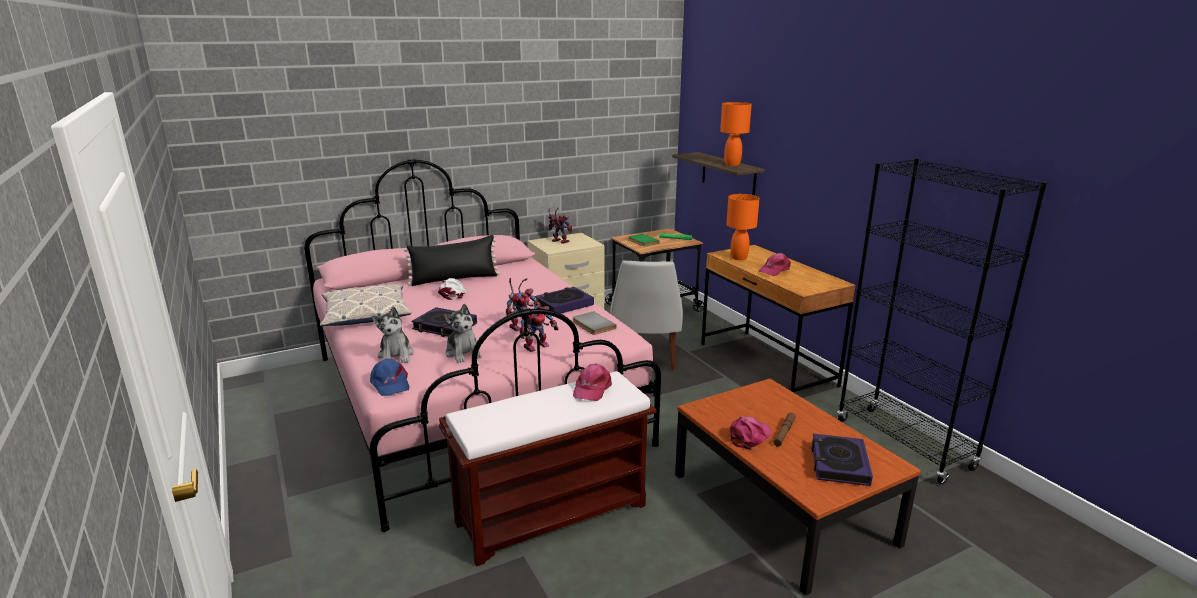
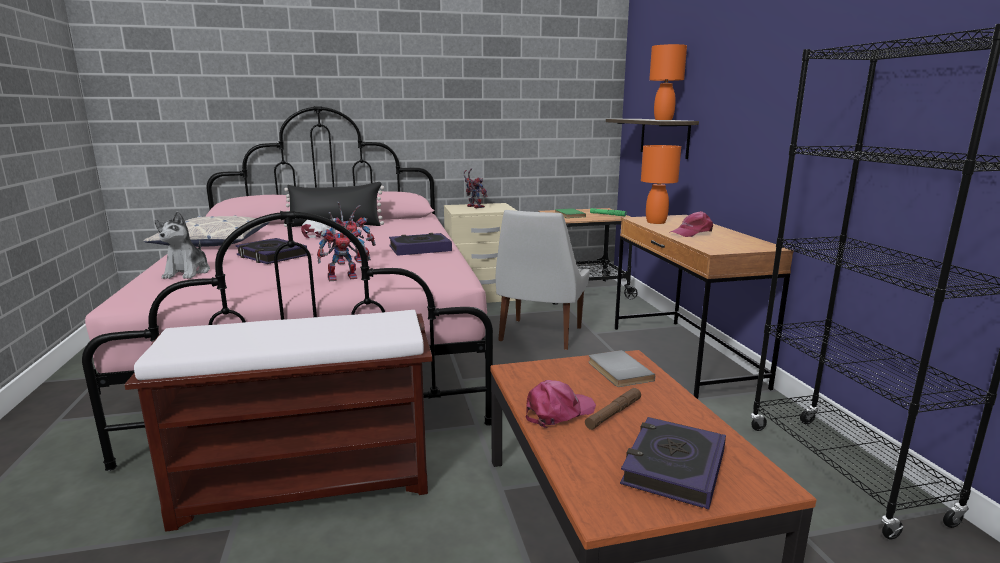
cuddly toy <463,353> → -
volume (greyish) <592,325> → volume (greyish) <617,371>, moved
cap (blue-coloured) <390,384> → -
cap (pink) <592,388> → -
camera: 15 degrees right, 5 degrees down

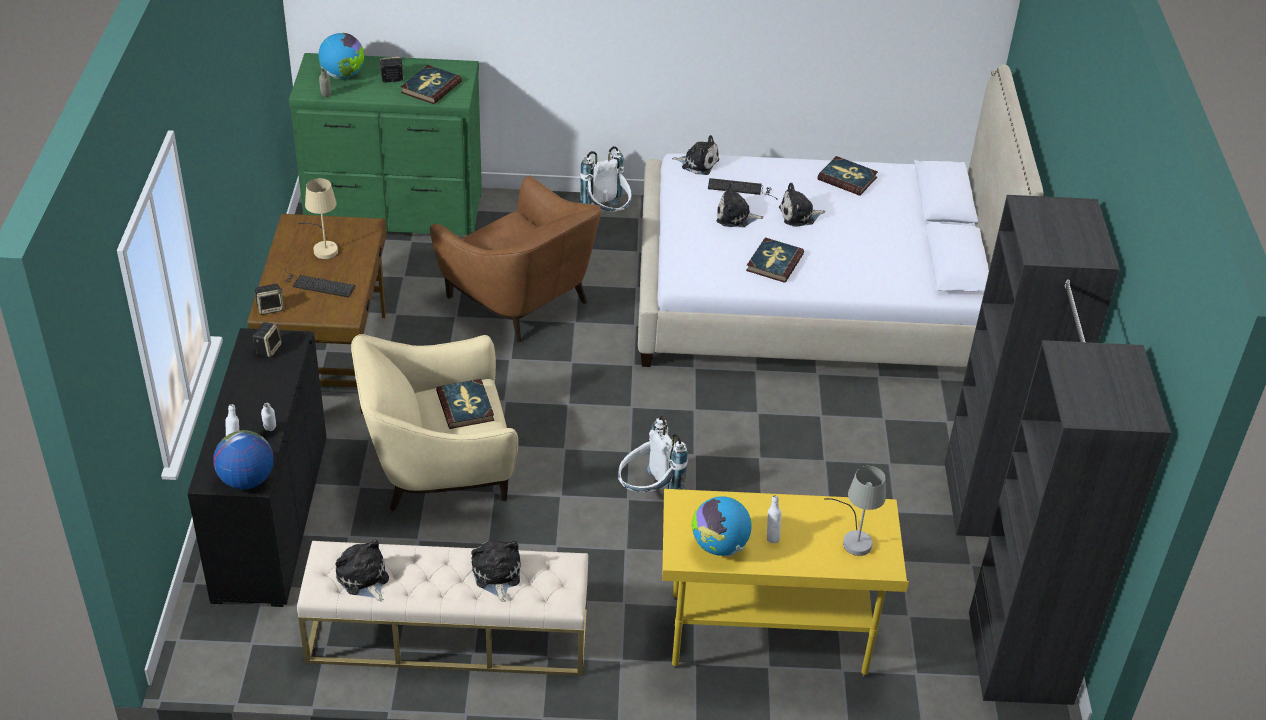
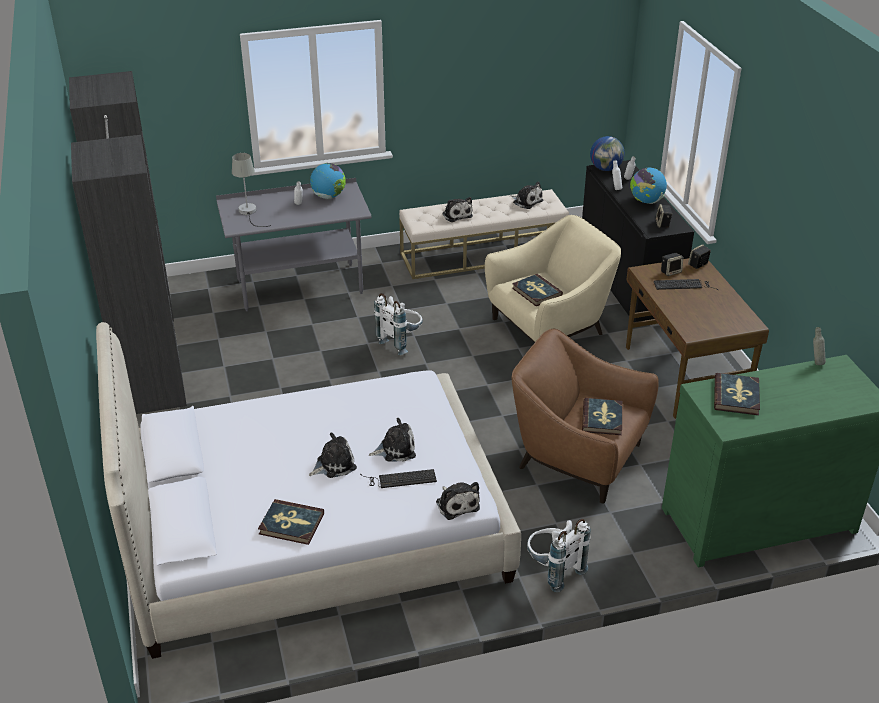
globe <343,75> → globe <646,201>, moved
audio speaker <391,79> → audio speaker <671,271>, moved
cuddly toy <698,163> → cuddly toy <457,504>, 120 degrees counterclockwise
lamp for a table (sand-coloured) <323,247> → -
volume <774,262> → volume <602,418>, moved
desk table (yellow-coloured) <767,637> → desk table (greyish) <300,287>
camera: 165 degrees right, 5 degrees down

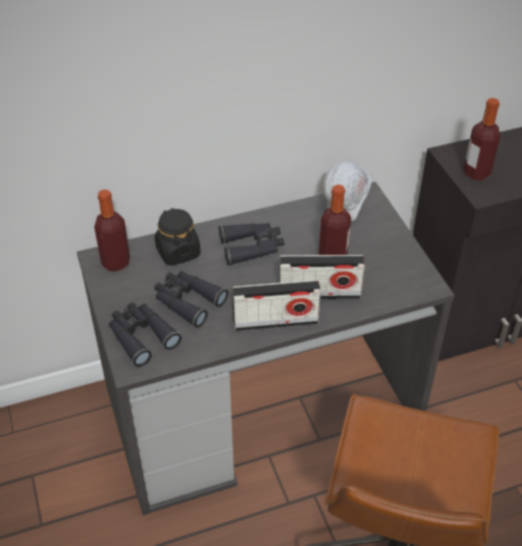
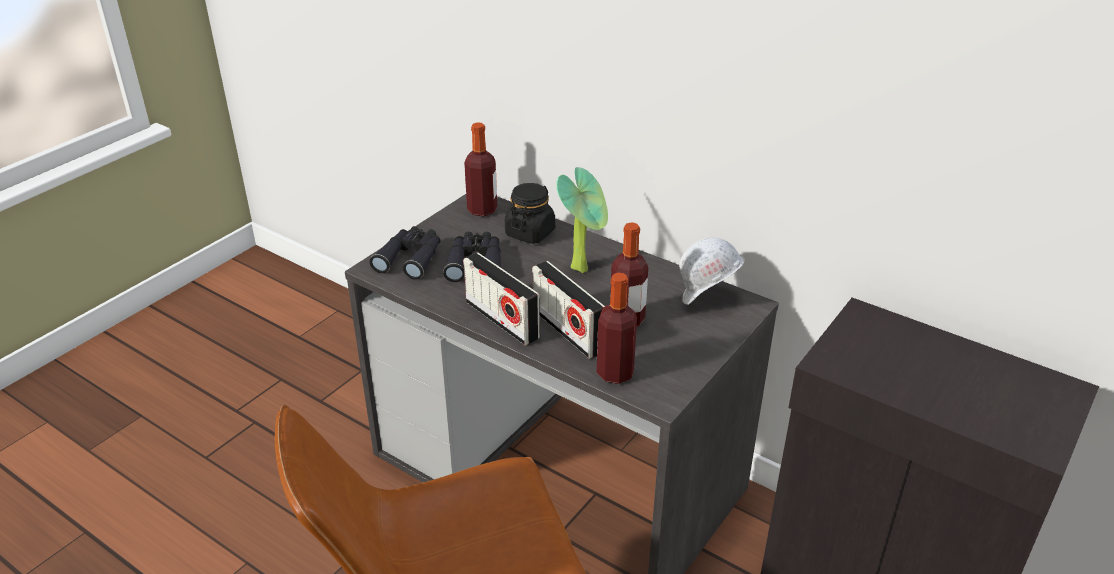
drink bottle <476,173> → drink bottle <615,373>, moved
field glasses (black) <252,247> → plant in a pot <583,268>
camera: 55 degrees right, 10 degrees down

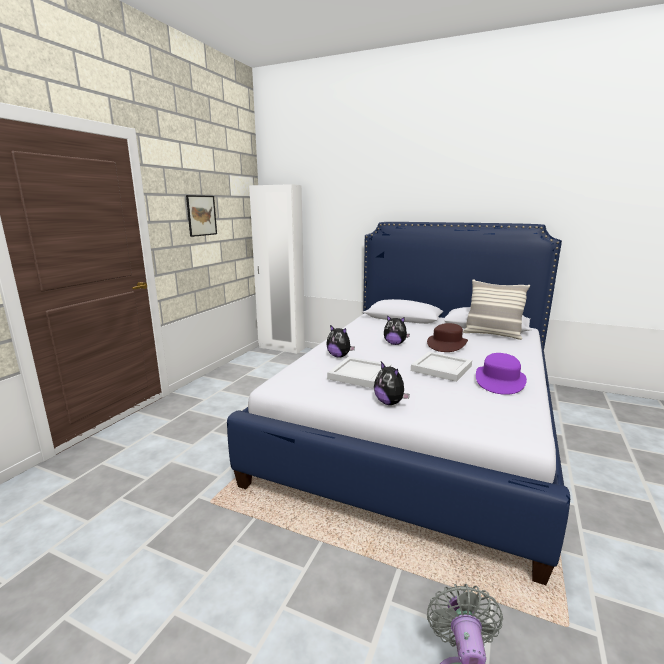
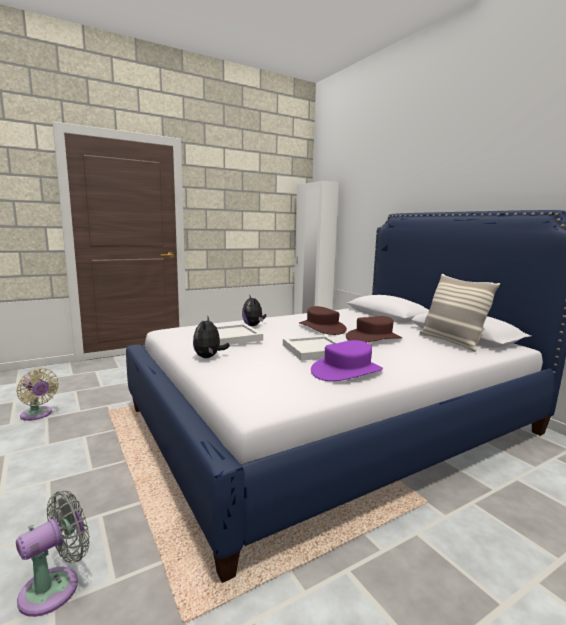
wall art <201,215> → -
cuddly toy <395,344> → clothing hat (brown) <322,328>
- → electric fan (sand-coloured) <37,415>
camera: 35 degrees right, 5 degrees down

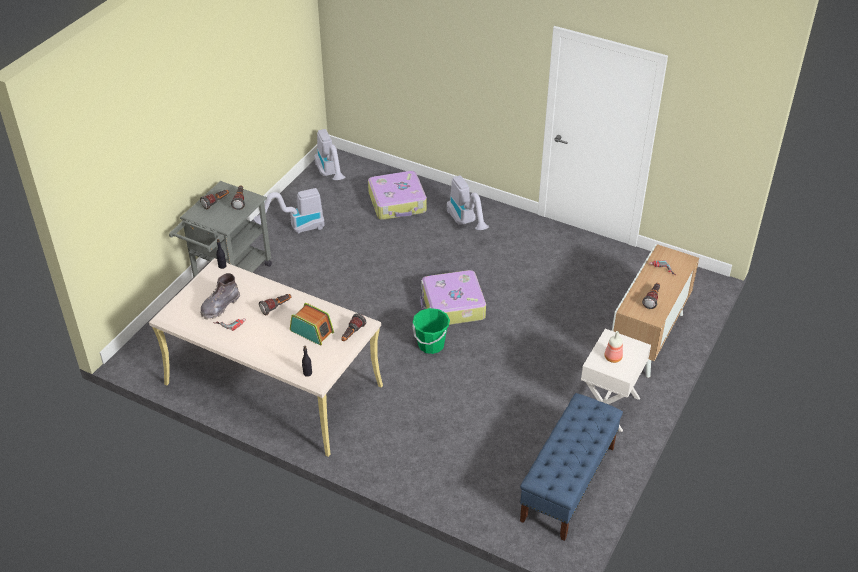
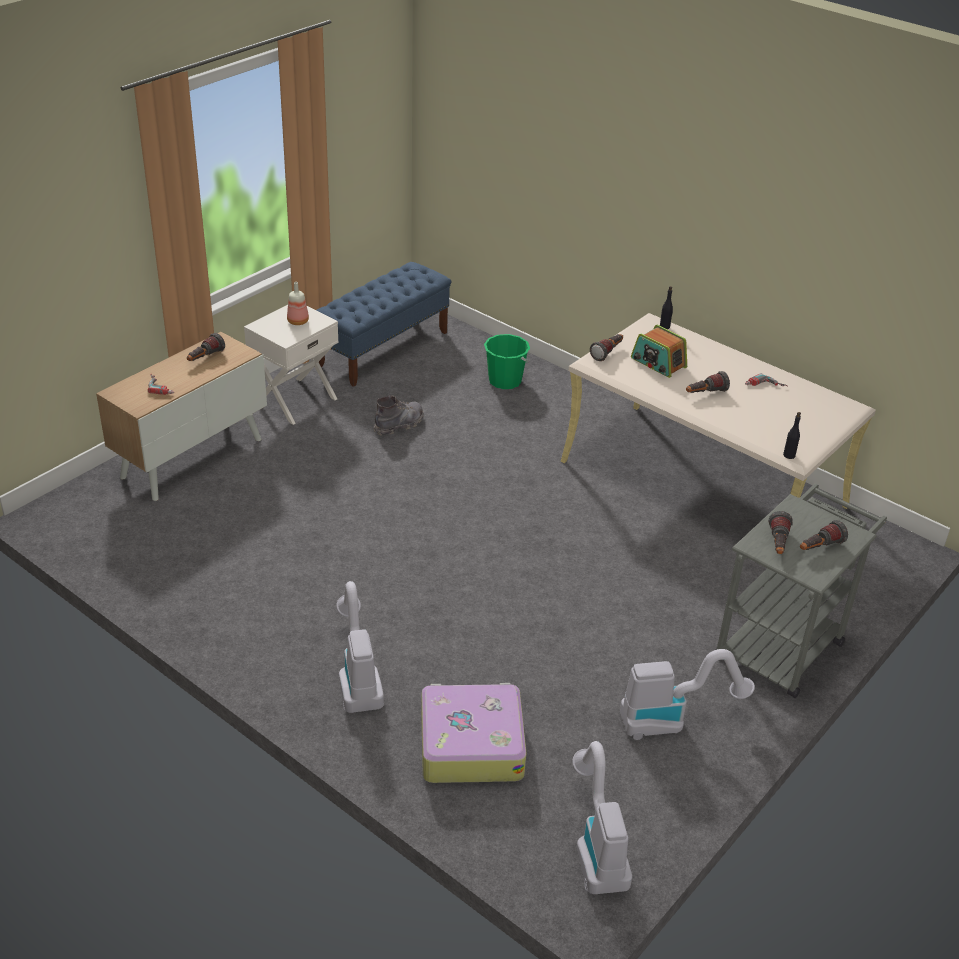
travel case <452,306> → -
boot (greyish) <220,306> → boot (greyish) <399,424>, moved
bucket (greenish) <431,345> → bucket (greenish) <505,381>, moved
camera: 170 degrees left, 5 degrees down

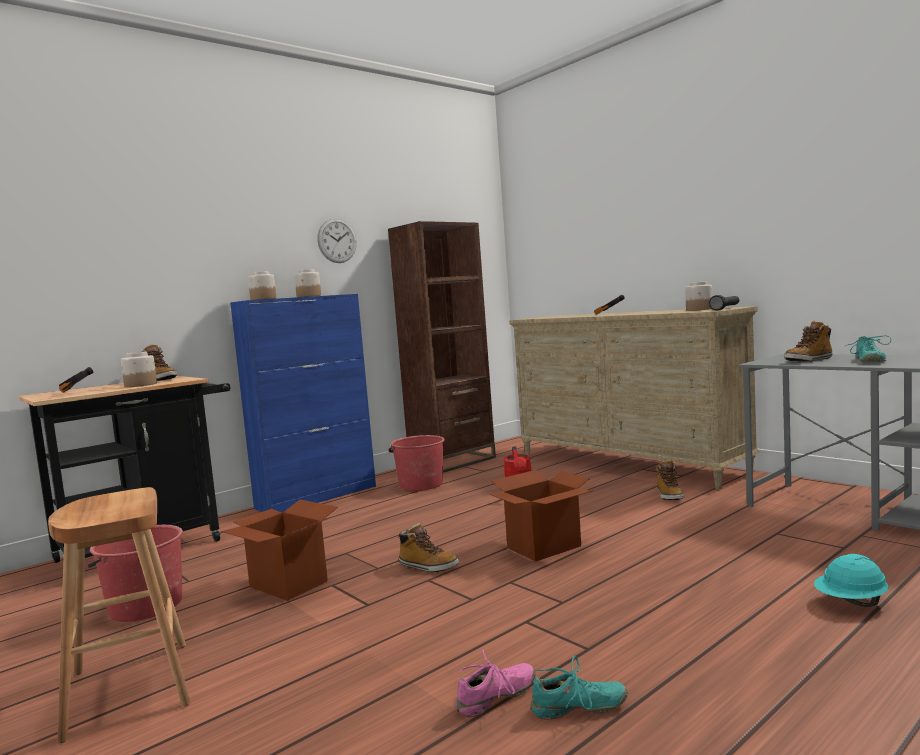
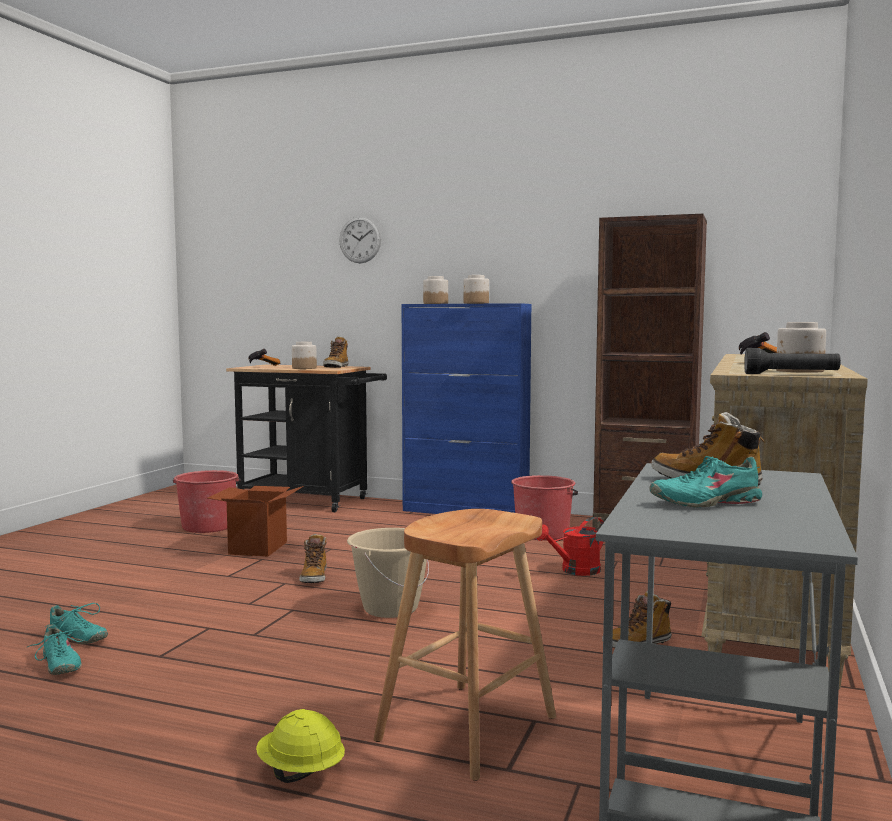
wall clock <337,240> → wall clock <360,240>, moved
packing box <543,547> → bucket (sand-coloured) <390,608>
stool seat (brown) <129,688> → stool seat (brown) <467,729>, moved
safety helmet (blue-green) <851,603> → safety helmet (yellow-coloured) <300,773>
item of footwear (pink) <496,698> → item of footwear (blue-green) <77,638>
camera: 60 degrees right, 0 degrees up

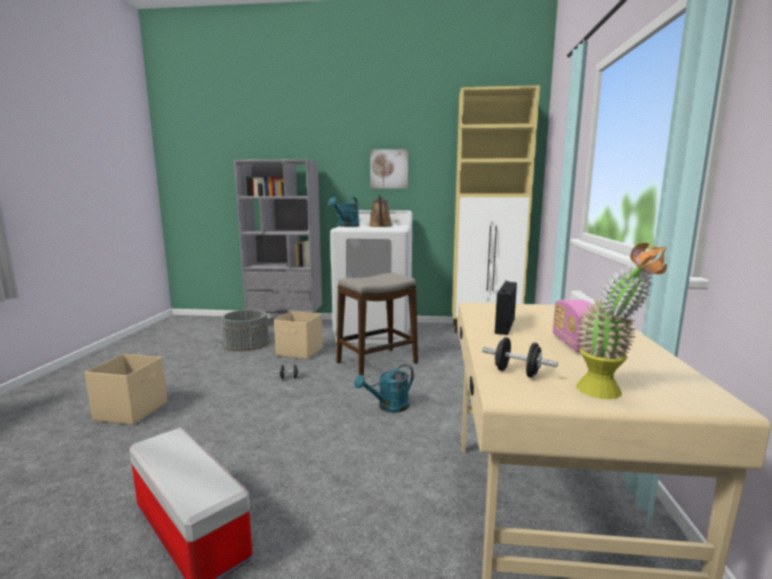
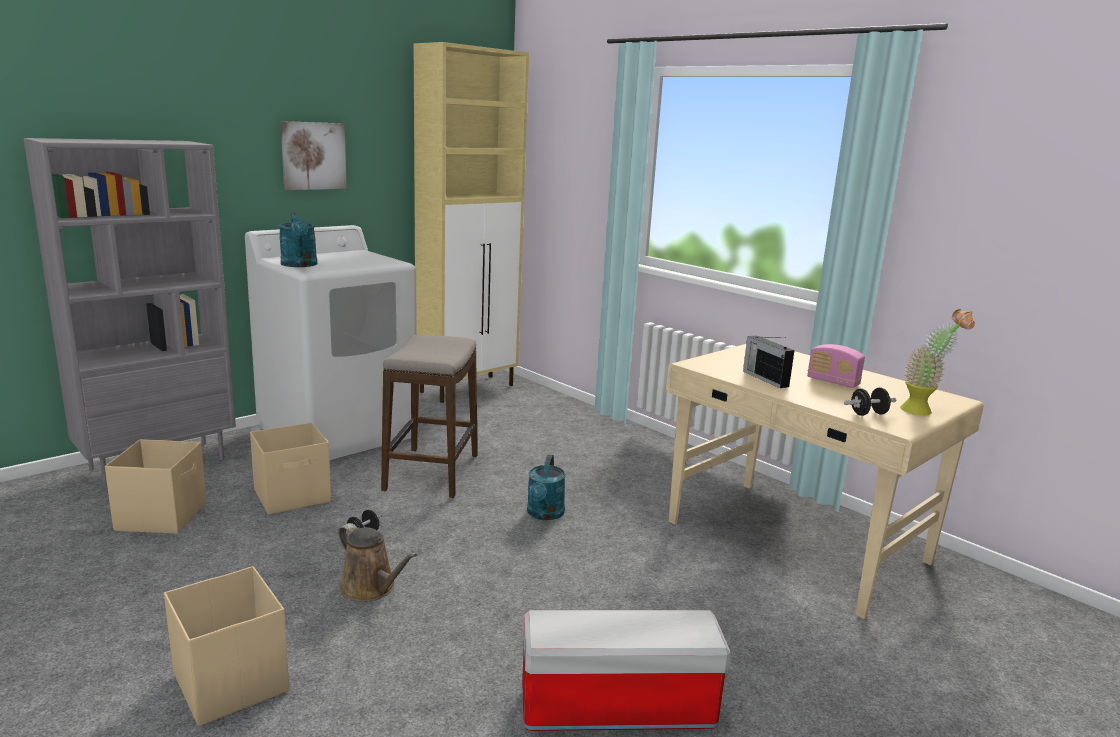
watering can (brown) <380,226> → watering can (brown) <371,588>, moved
bucket (greyish) <246,343> → storage box (sand-coloured) <163,516>
camera: 50 degrees left, 5 degrees up

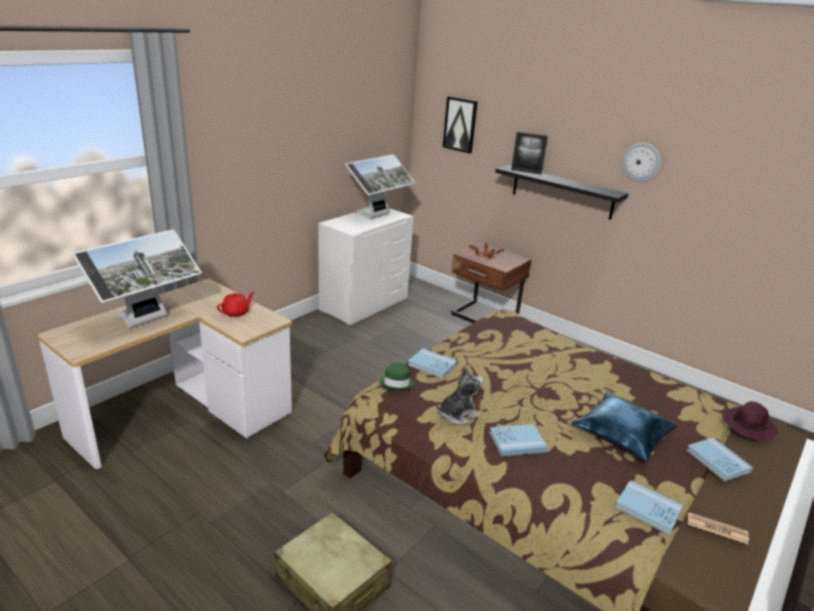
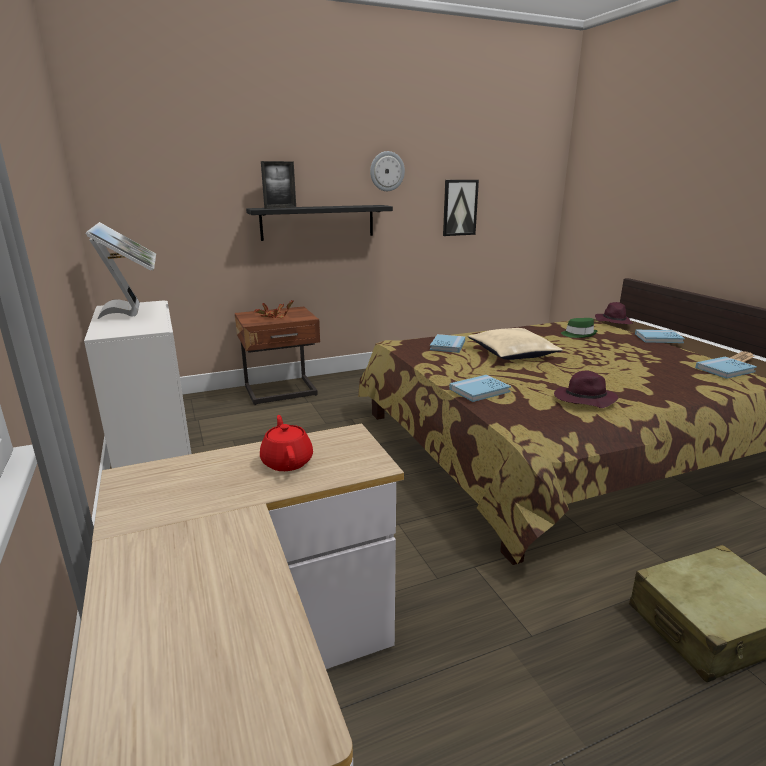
wall art <460,124> → wall art <459,207>, moved
computer display <147,321> → -
clothing hat (greenish) <397,383> → clothing hat (greenish) <579,334>, moved
cuddly toy <457,414> → clothing hat (purple) <584,400>
pillow (blue-coloured) <621,434> → -
volume (blue-coloured) <517,442> → volume (blue-coloured) <447,345>, moved
- → pillow (sand-coloured) <513,353>
camera: 60 degrees left, 5 degrees down

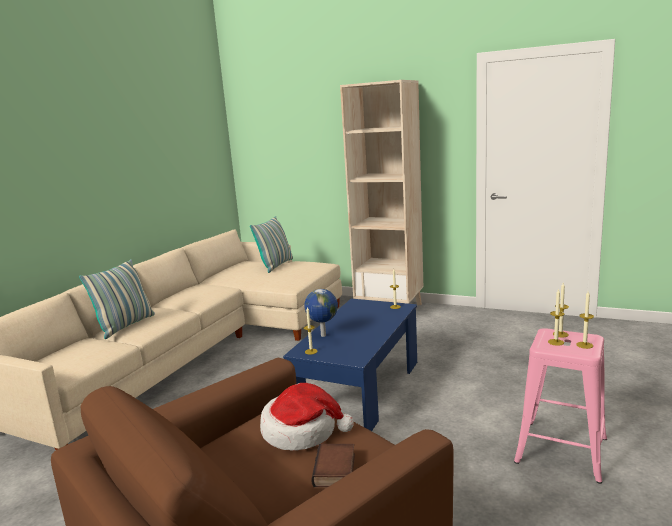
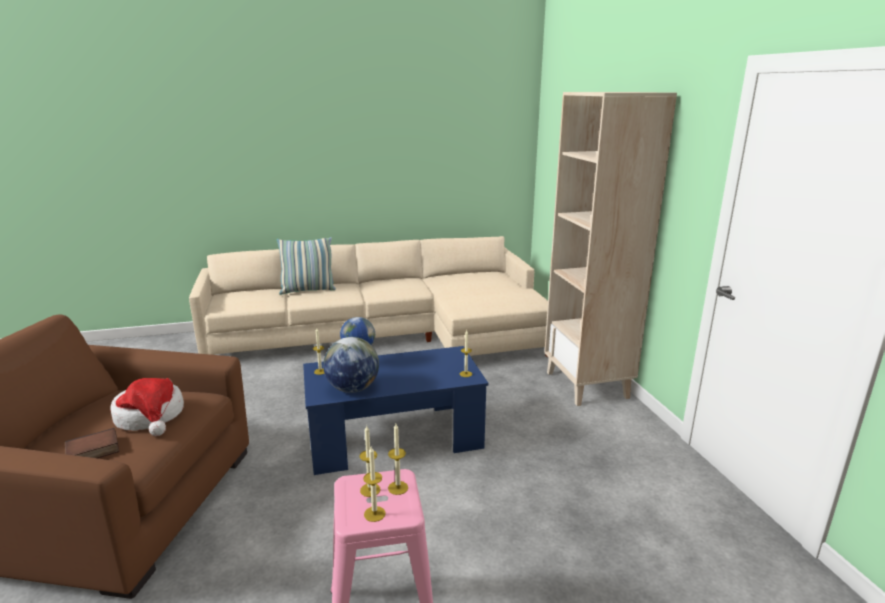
pillow <275,265> → -
- → globe <352,389>
camera: 50 degrees right, 5 degrees up

